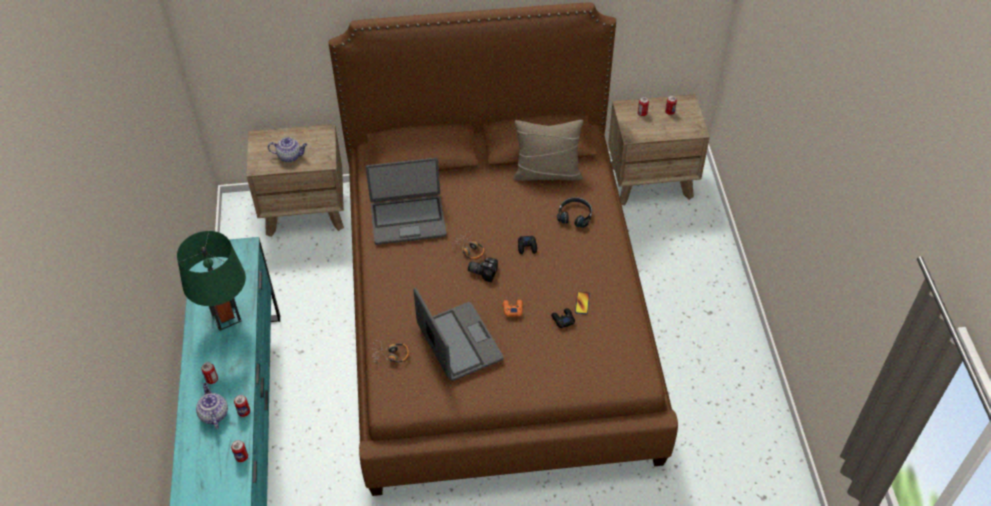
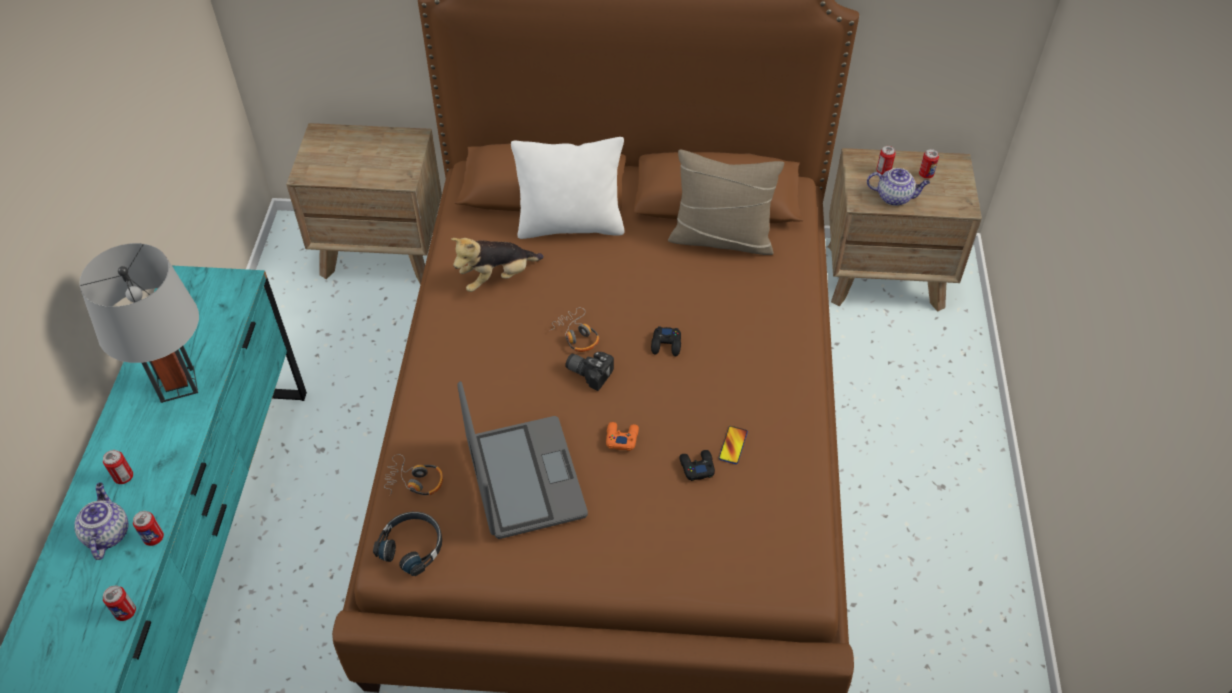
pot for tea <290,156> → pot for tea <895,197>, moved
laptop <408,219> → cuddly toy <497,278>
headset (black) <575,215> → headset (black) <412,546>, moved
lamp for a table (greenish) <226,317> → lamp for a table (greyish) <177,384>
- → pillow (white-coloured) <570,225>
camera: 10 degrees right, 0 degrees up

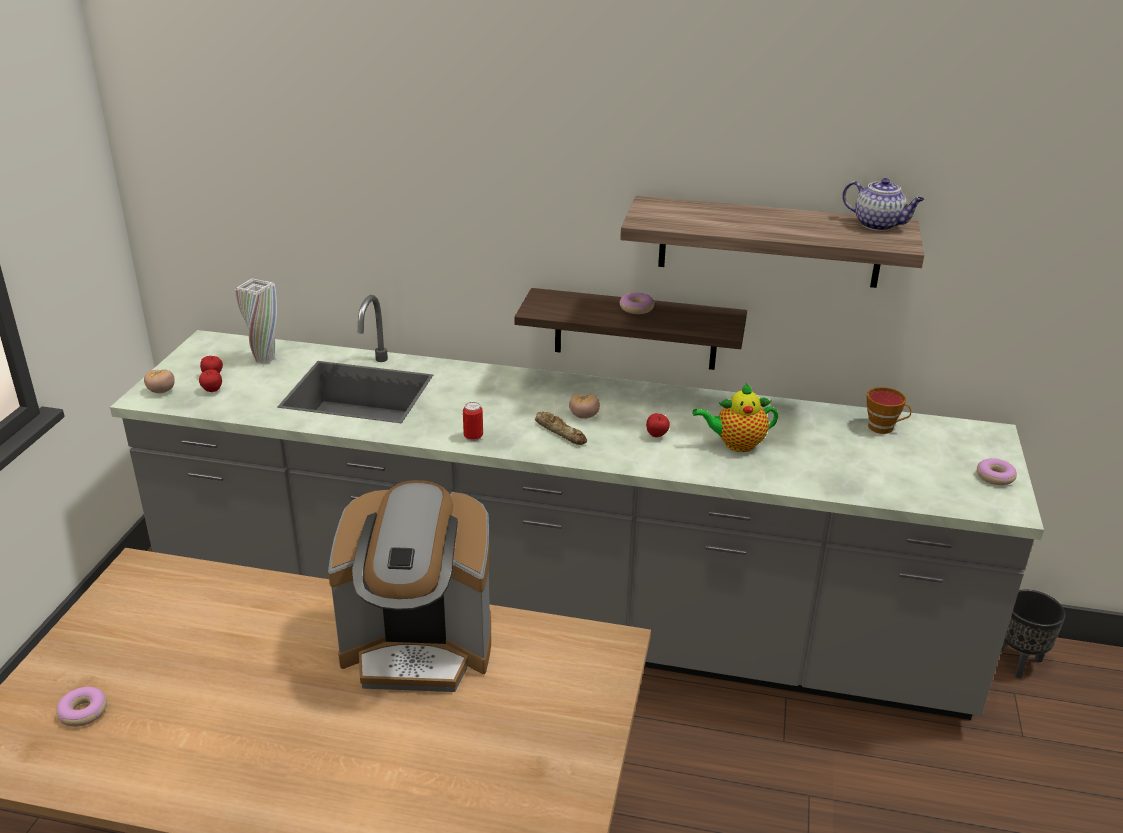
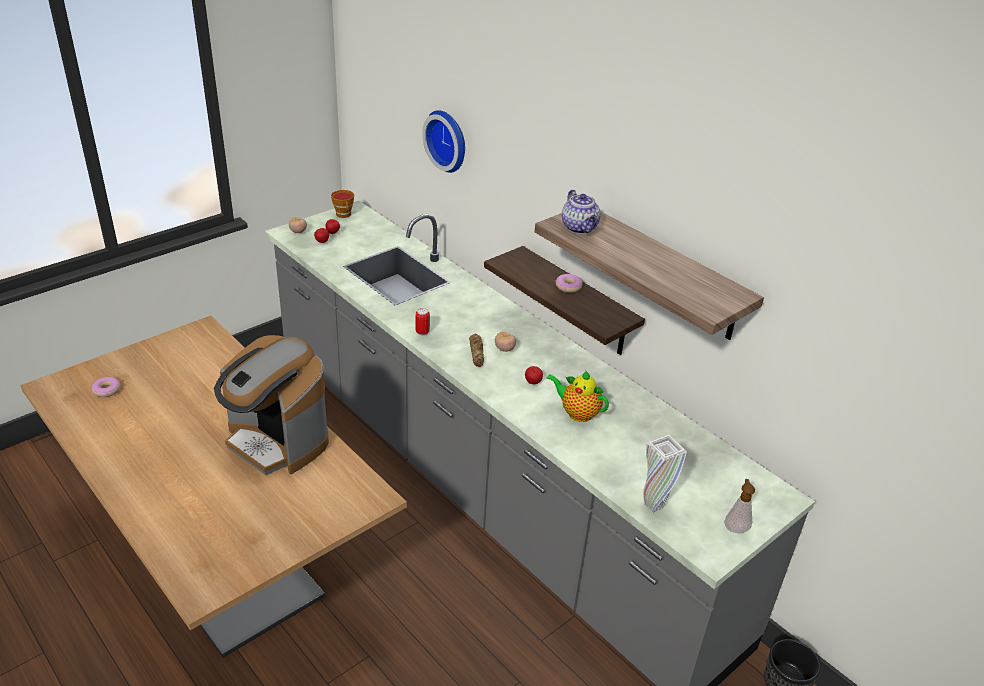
pot for tea <879,225> → pot for tea <580,228>, moved
vase (white-coloured) <265,360> → vase (white-coloured) <653,506>, moved
cup <884,428> → cup <344,215>, moved
donut <995,477> → soap dispenser <735,528>
- → wall clock <448,140>
camera: 35 degrees right, 5 degrees up

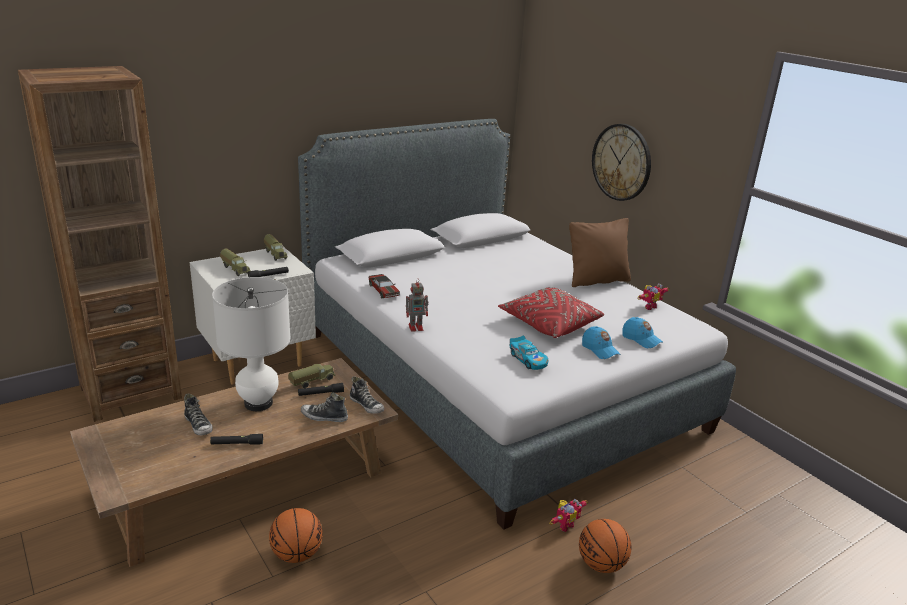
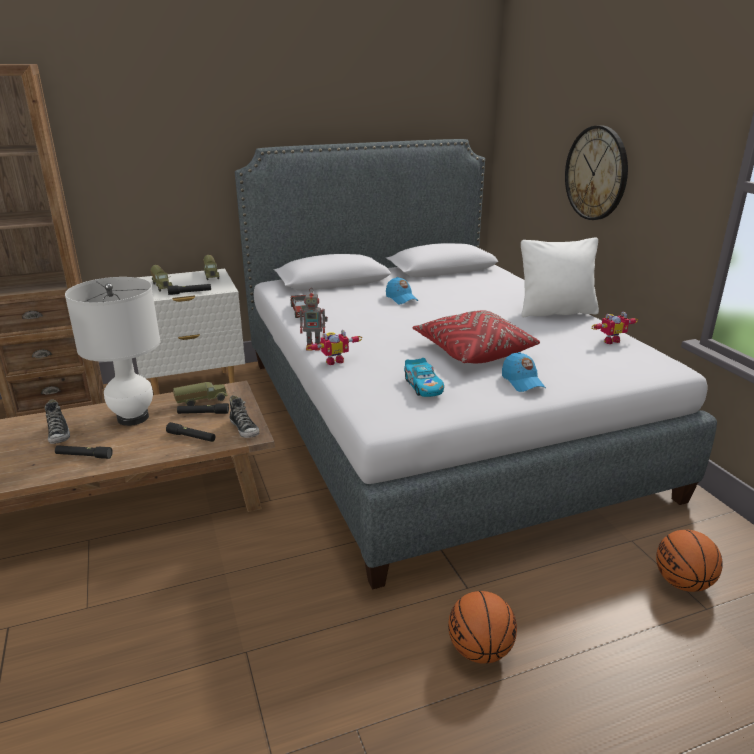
pillow (brown) <597,280> → pillow (white-coloured) <556,312>
cap (blue-coloured) <641,339> → cap (blue-coloured) <401,299>, moved
item of footwear <324,417> → torch (black) <191,437>
toy robot <564,524> → toy robot <333,360>, moved
basketball <297,554> → basketball <682,583>, moved
camera: 15 degrees right, 0 degrees up

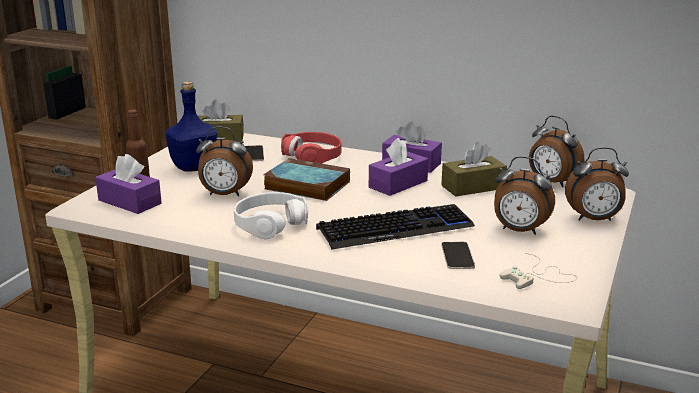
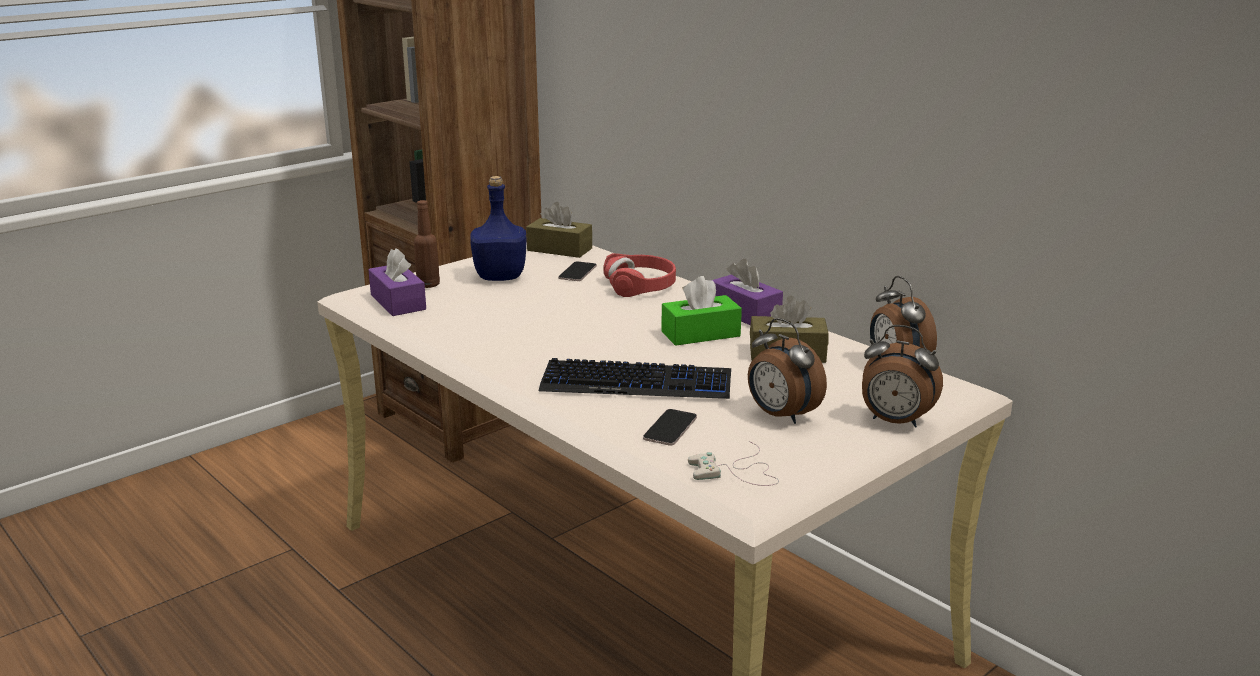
table clock <225,195> → -
tissue box (purple) <398,184> → tissue box (greenish) <700,334>
volume <305,185> → -
headset (white-coloured) <270,223> → -
camera: 25 degrees right, 0 degrees up

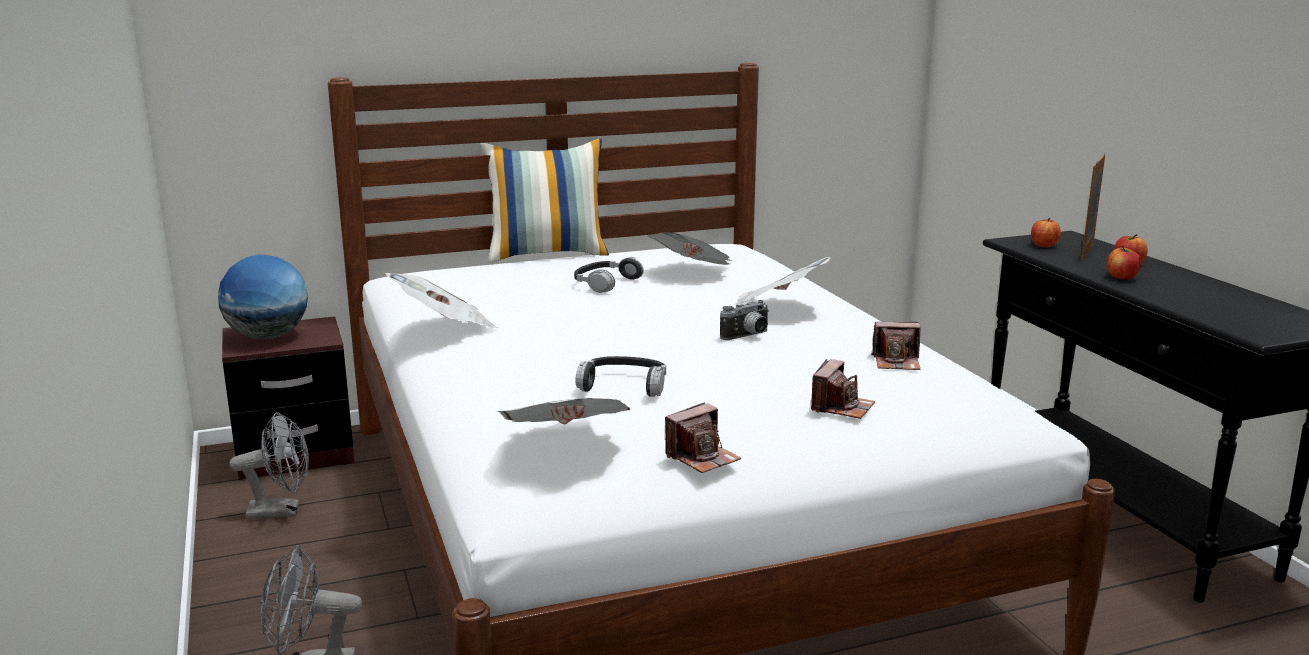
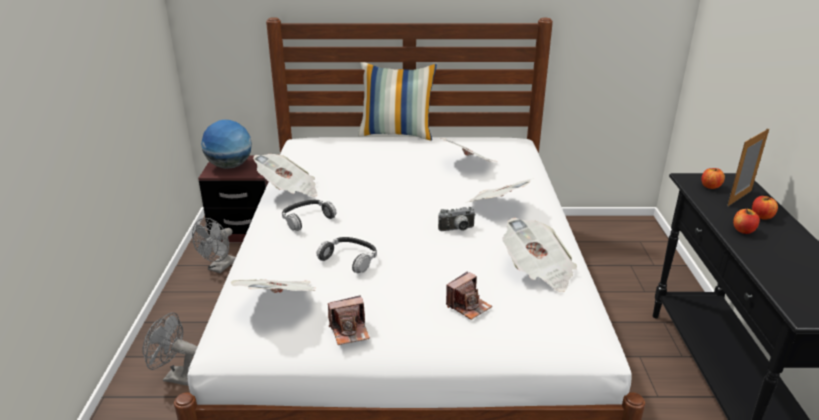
headset <606,283> → headset <307,219>, moved
photo camera <897,362> → printed paper <538,271>
electric fan (greyish) <282,511> → electric fan (greyish) <219,268>, 105 degrees clockwise
camera: 20 degrees right, 10 degrees up

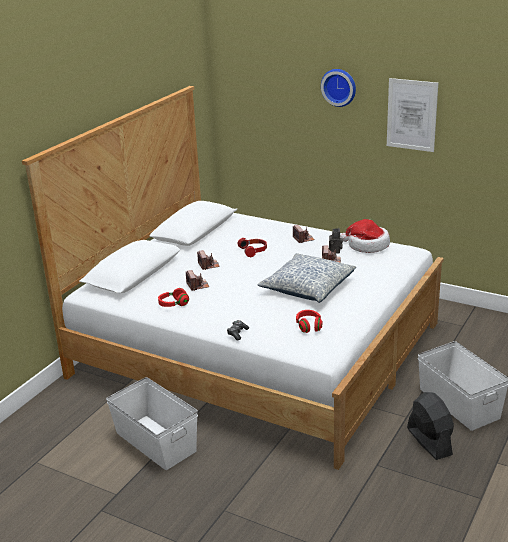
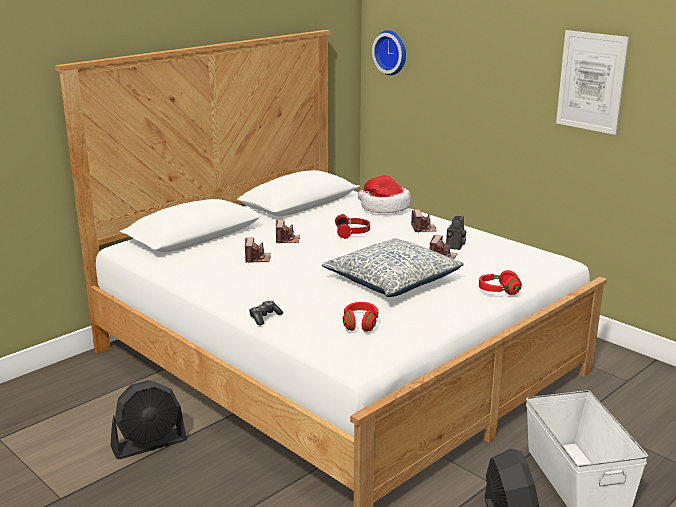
wall clock <339,87> → wall clock <391,52>, moved
clothing hat <367,245> → clothing hat <383,207>, moved
headset (red-coloured) <173,304> → headset (red-coloured) <498,291>, moved
storage box (white-coloured) <156,441> → electric fan (black) <149,444>
camera: 15 degrees right, 5 degrees down

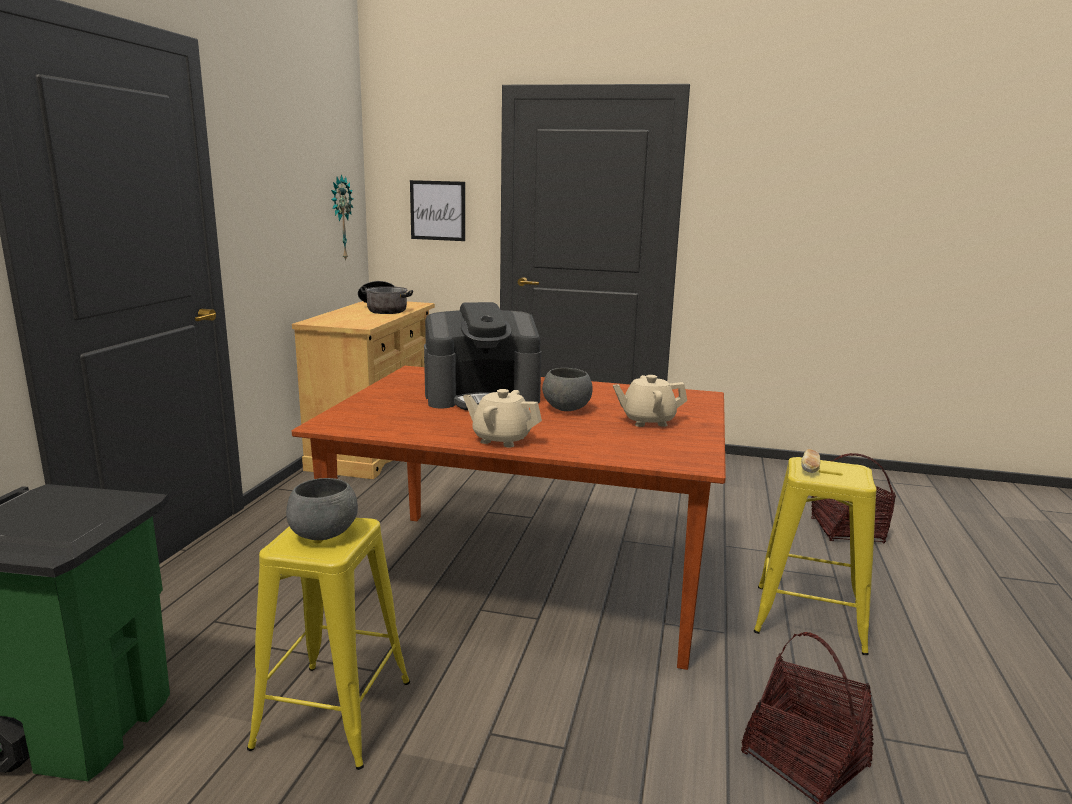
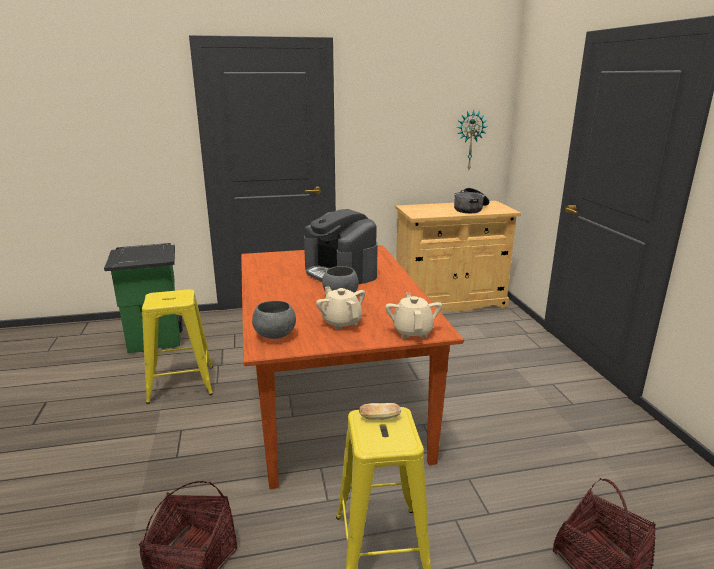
wall art <438,210> → -
pot for tea (sand-coloured) <501,439> → pot for tea (sand-coloured) <412,331>, moved
bowl (greyish) <324,535> → bowl (greyish) <275,336>, moved
camera: 65 degrees right, 5 degrees up

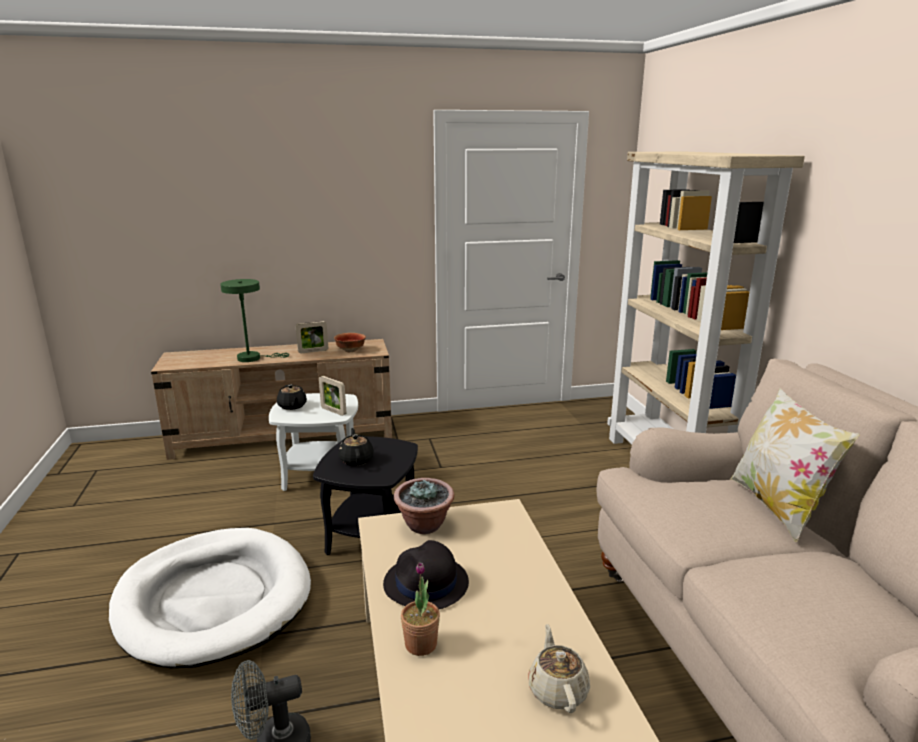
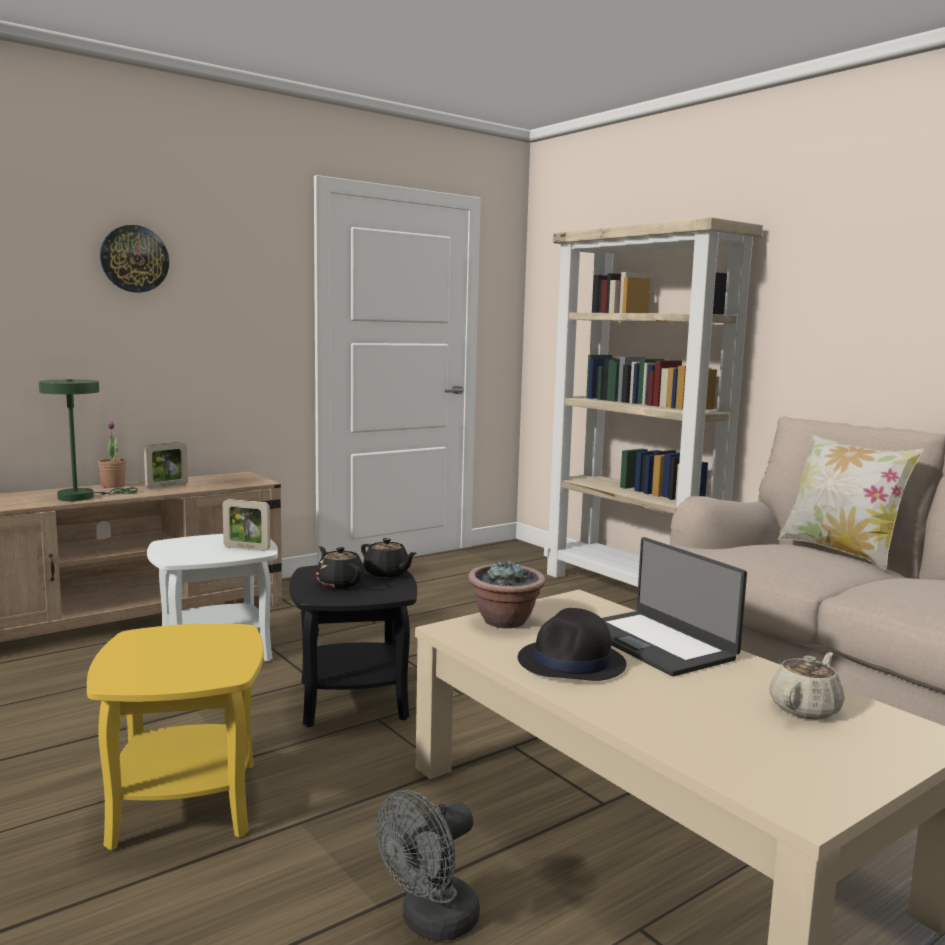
bowl <350,350> → -
pot for tea (black) <292,406> → pot for tea (black) <387,574>, moved
dog bed (white-coloured) <213,600> → side table (yellow-coloured) <185,803>
plant in a pot <421,644> → plant in a pot <113,485>, moved
pot for tea (sand-coloured) <557,690> → pot for tea (sand-coloured) <805,708>, 75 degrees clockwise
- → wall clock <134,259>
- → laptop <656,643>
camera: 25 degrees left, 10 degrees down

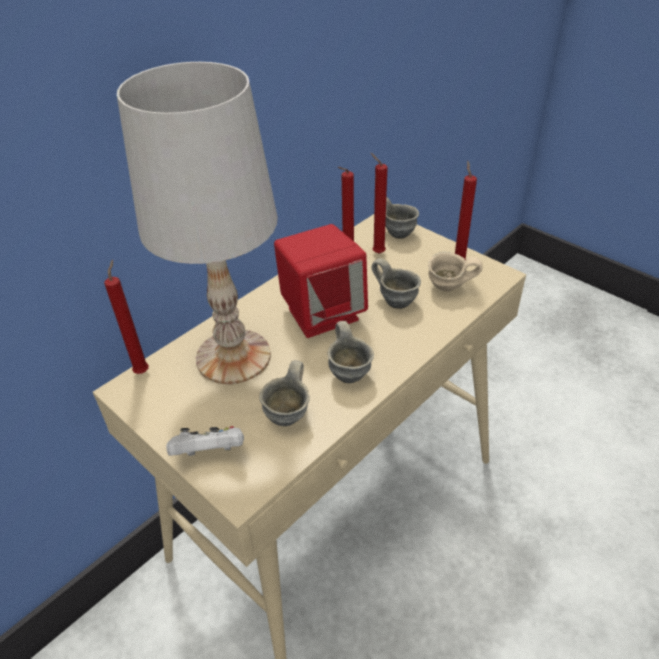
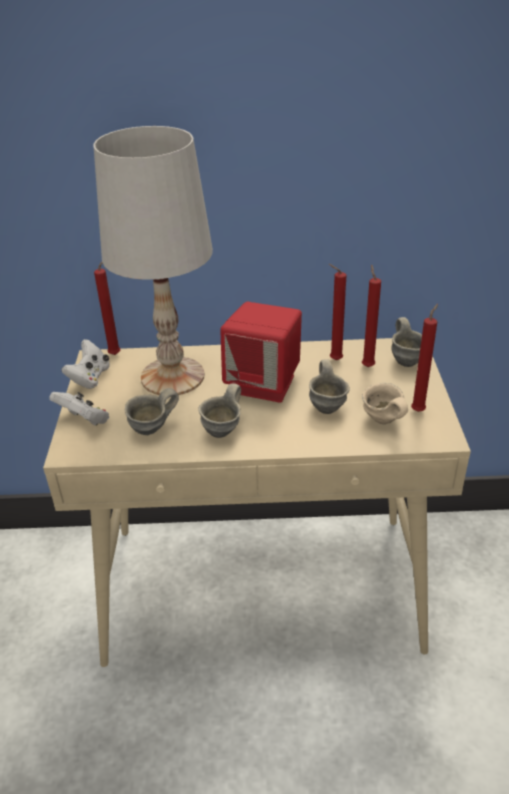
- → gamepad (white-coloured) <90,378>
camera: 45 degrees right, 5 degrees down

